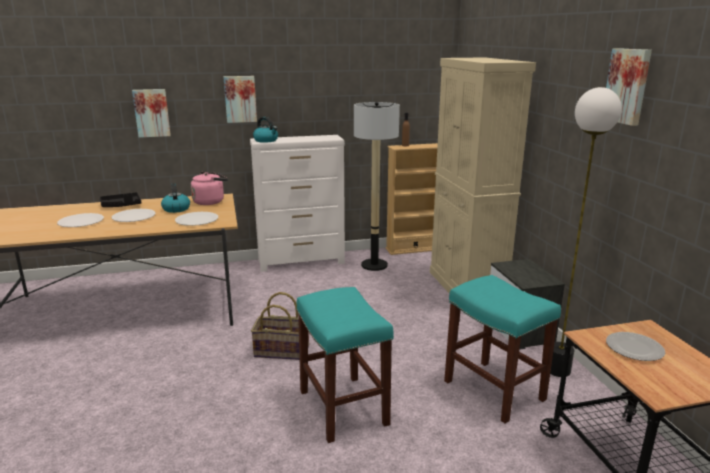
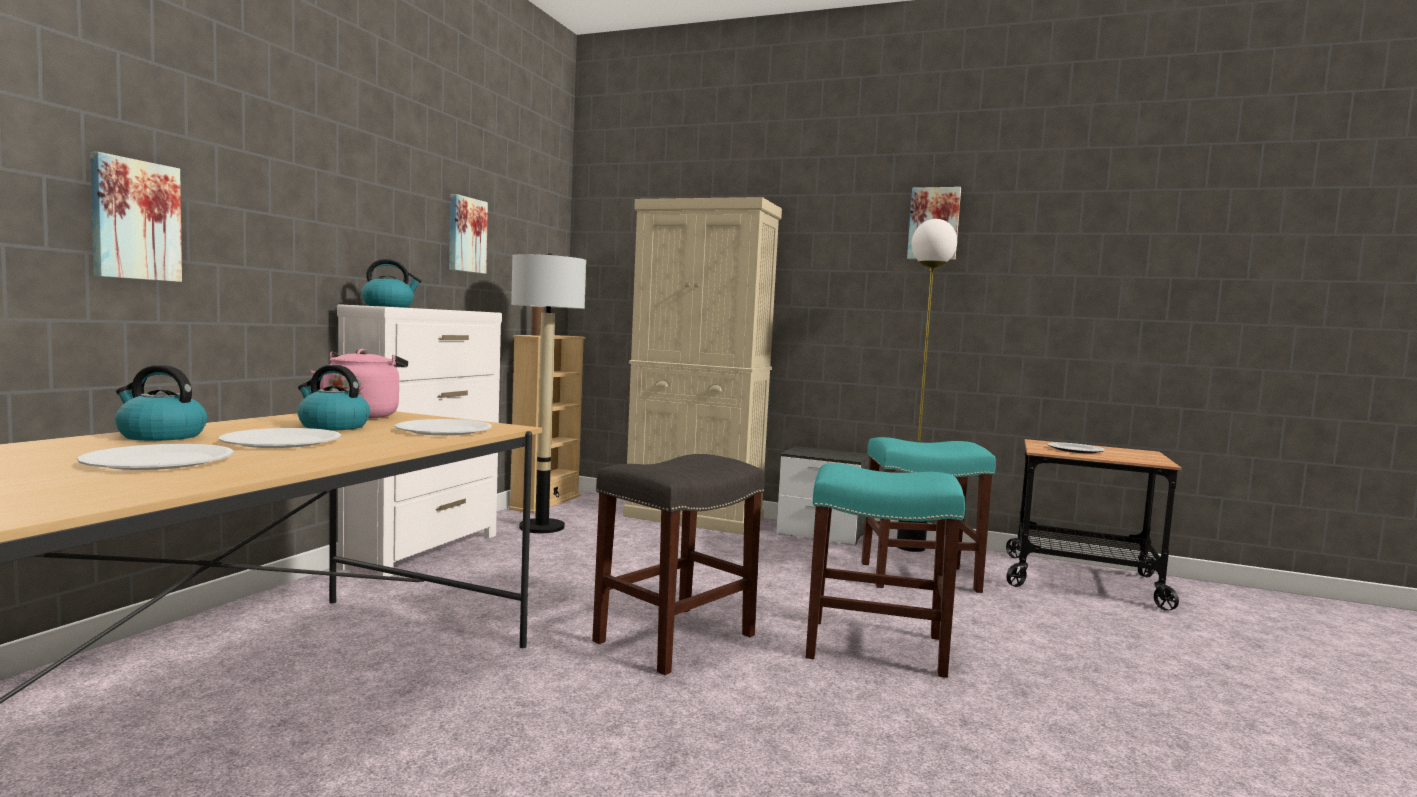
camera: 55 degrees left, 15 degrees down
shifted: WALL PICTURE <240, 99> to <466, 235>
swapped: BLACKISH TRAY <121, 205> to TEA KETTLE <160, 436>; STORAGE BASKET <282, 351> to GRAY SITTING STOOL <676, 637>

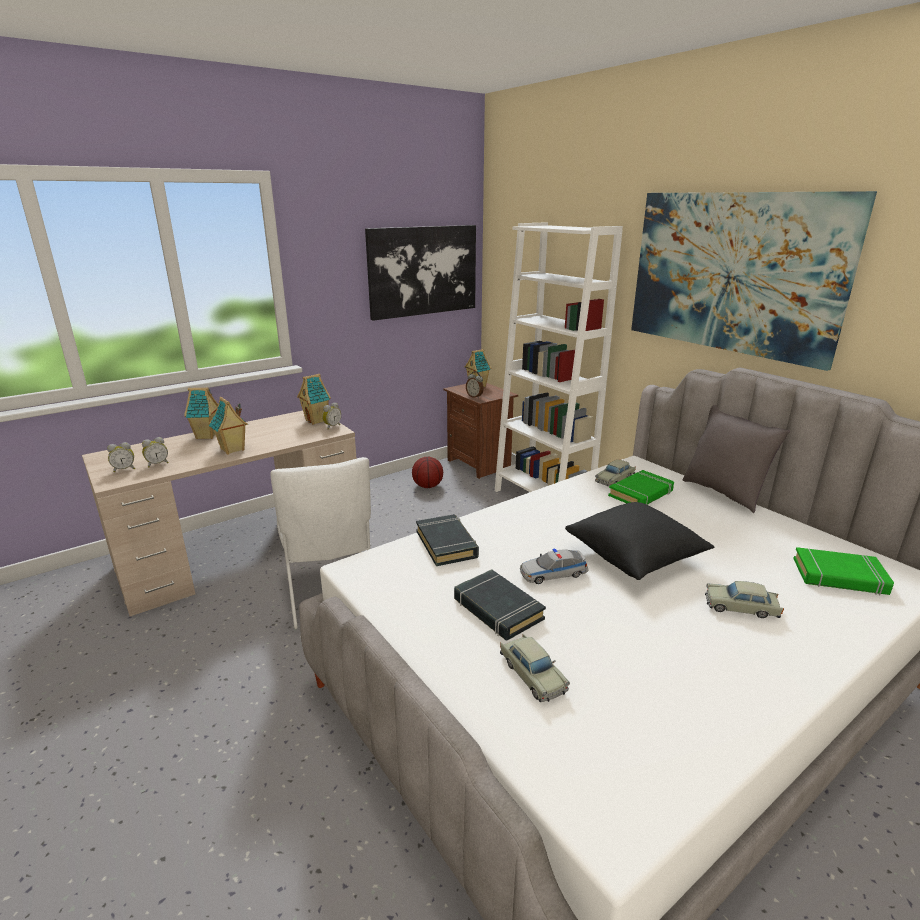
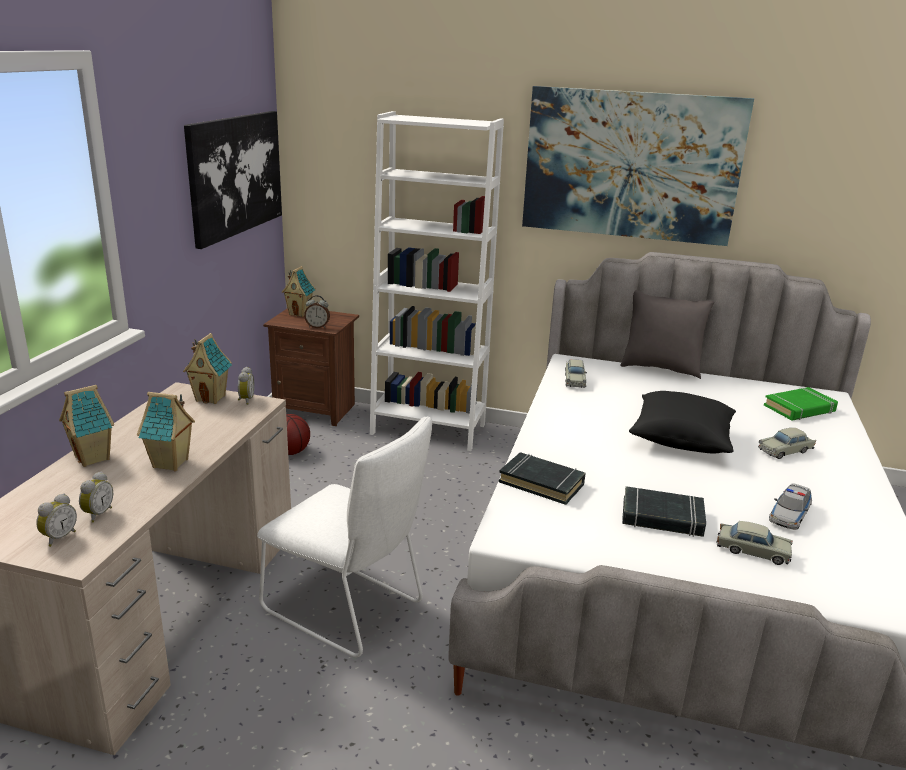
camera: 40 degrees left, 0 degrees up
gone: GREENISH BOUND BOOK <641, 493>
shifted: TOY CAR <553, 573> to <789, 514>

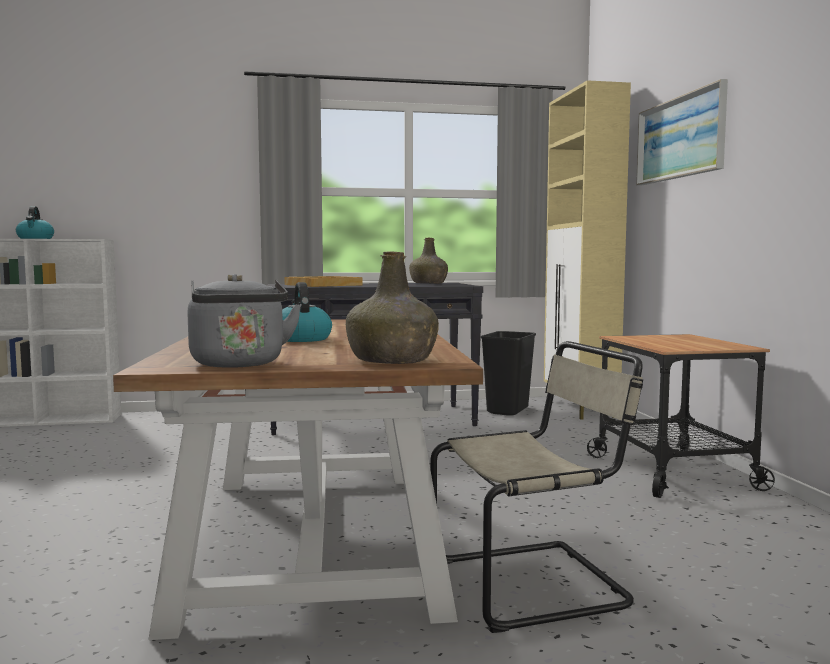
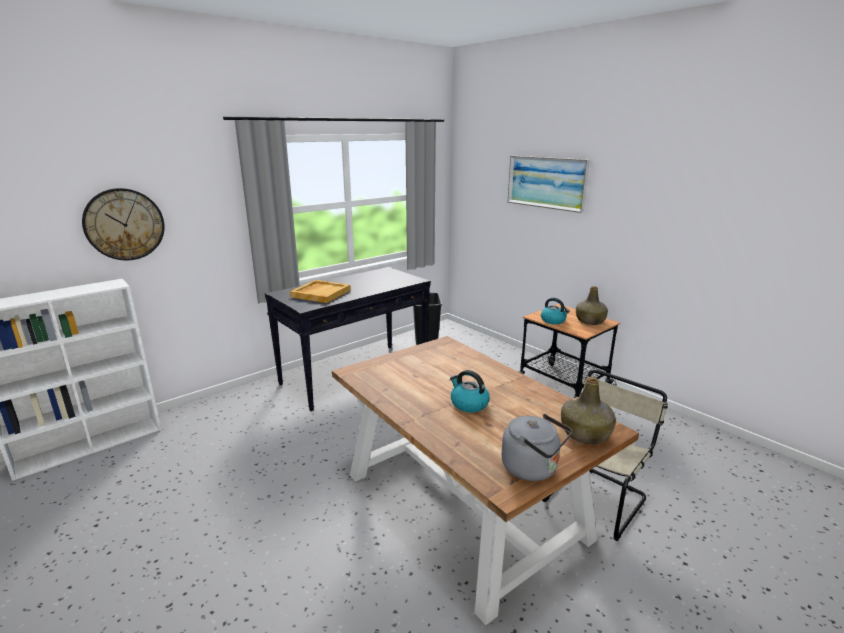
camera: 30 degrees left, 15 degrees up
gone: SAND-COLOURED CUPBOARD <580, 409>
new: WALL CLOCK <124, 224>
shifted: TEA KETTLE <35, 238> to <553, 320>; GREENISH BOTTLE <429, 283> to <590, 321>

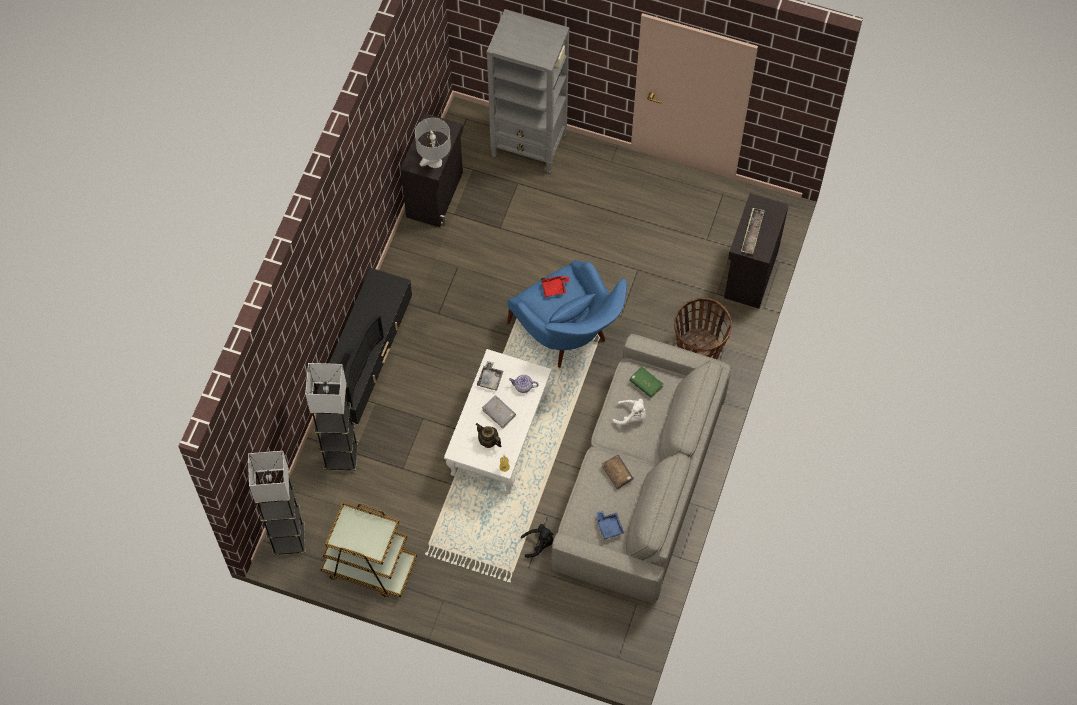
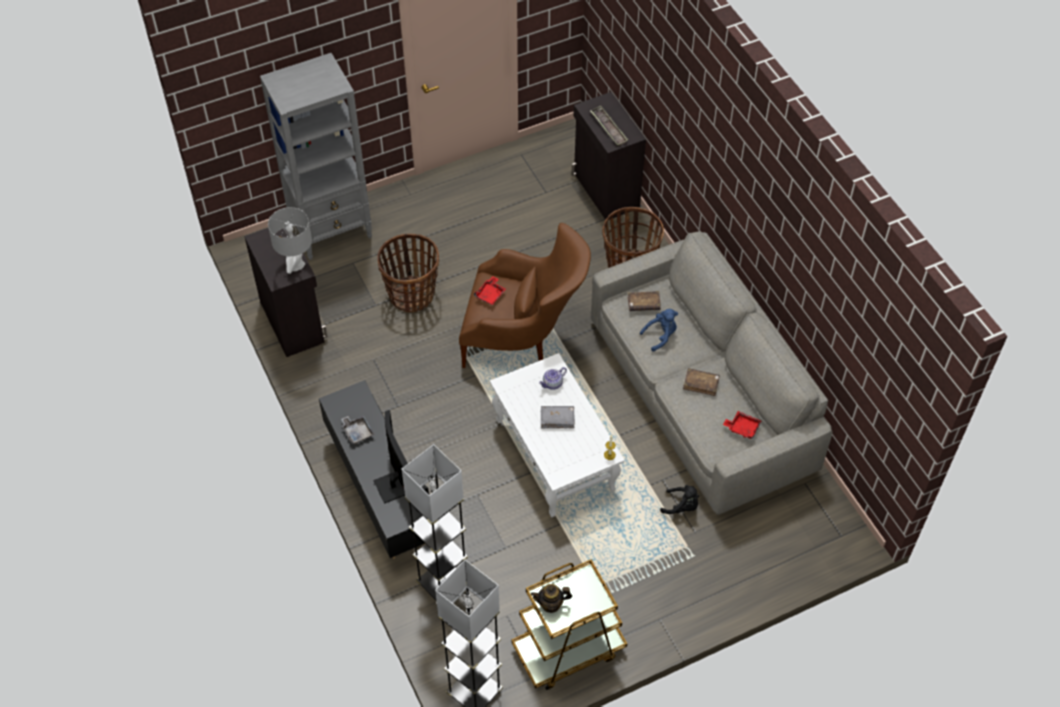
camera: 45 degrees left, 10 degrees down
new: STORAGE BASKET <411, 294>
shifted: TEA POT <488, 441> to <551, 604>; GRAY TRAY <490, 379> to <357, 432>
repainted: BLUE-COLOURED LOUNGE CHAIR <569, 337> to BROWNISH LOUNGE CHAIR <524, 338>; BLUE-COLOURED TRAY <609, 526> to RED TRAY <742, 428>; WHITE SOFT TOY <631, 416> to BLUE-COLOURED SOFT TOY <661, 336>; GREENISH BOUND BOOK <646, 384> to BROWNISH BOUND BOOK <643, 304>
rotated: BLACKISH SOFT TOY <539, 543> = <681, 506> 75 degrees clockwise

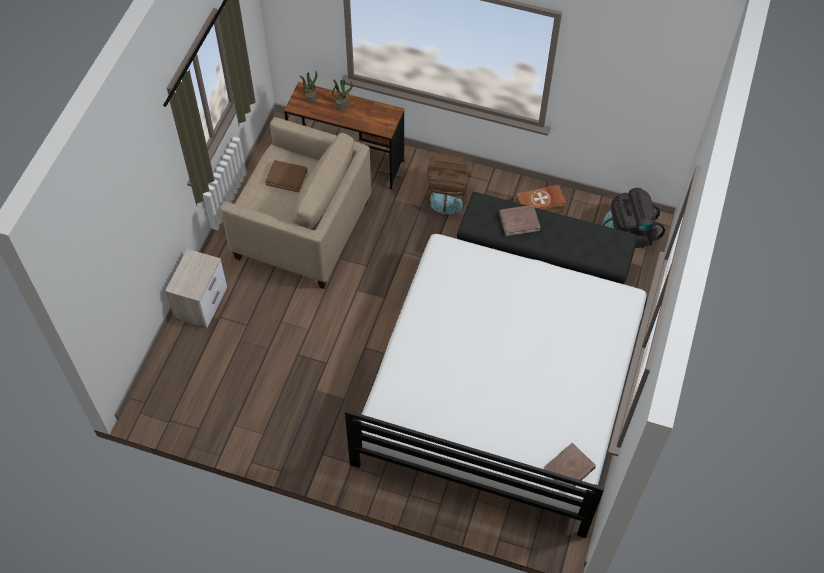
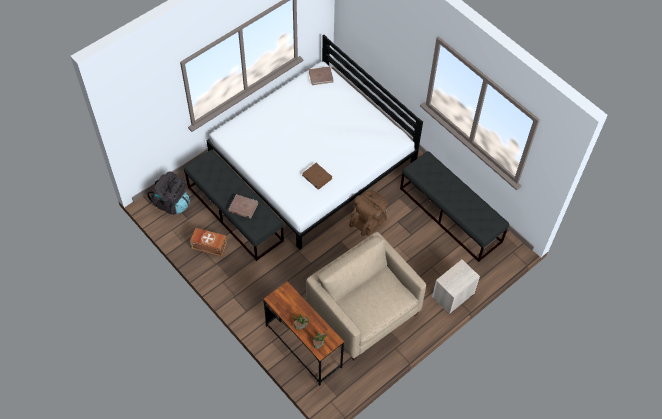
camera: 150 degrees left, 0 degrees up
new: BLACKISH BENCH <450, 215>
shifted: BROWNISH BOUND BOOK <286, 177> to <317, 177>; BROWNISH BACKPACK <448, 197> to <369, 221>

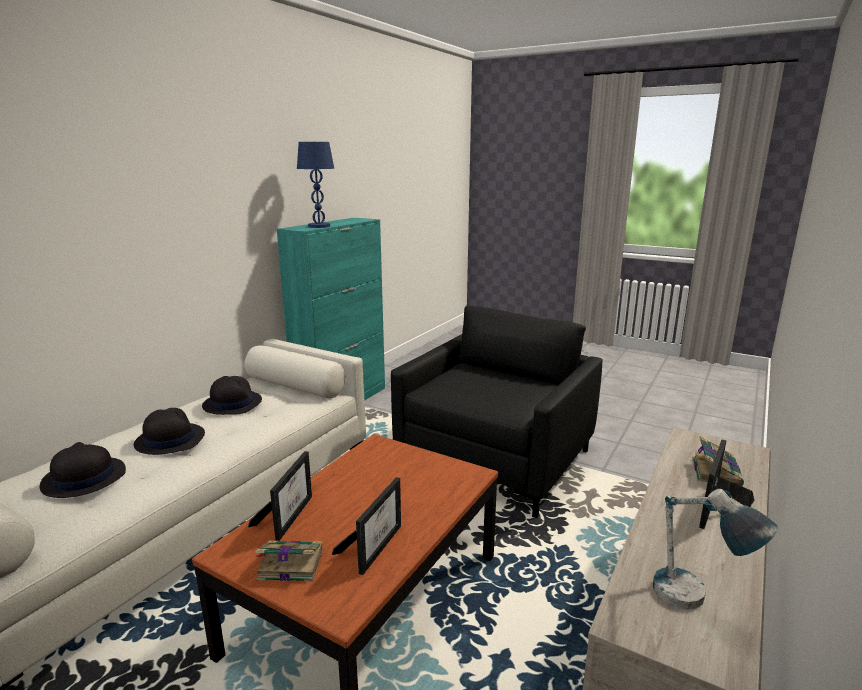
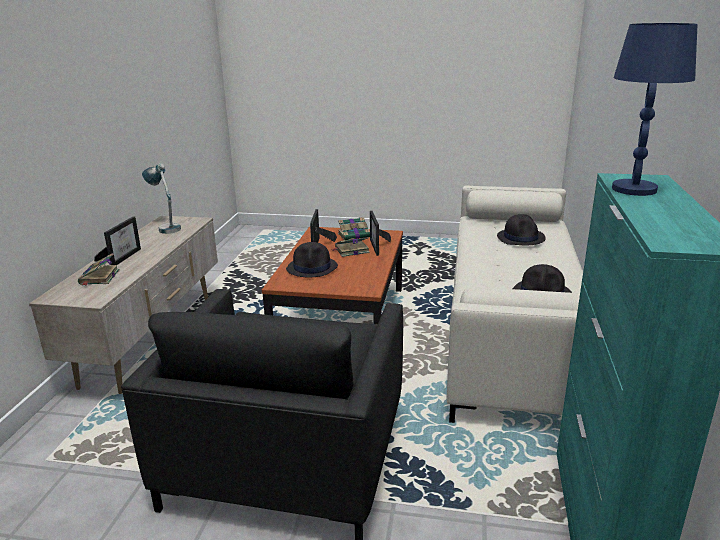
camera: 160 degrees right, 5 degrees up
new: BOUND BOOK <351, 251>
shifted: BLACKISH WEARABLE HAT <169, 439> to <312, 268>

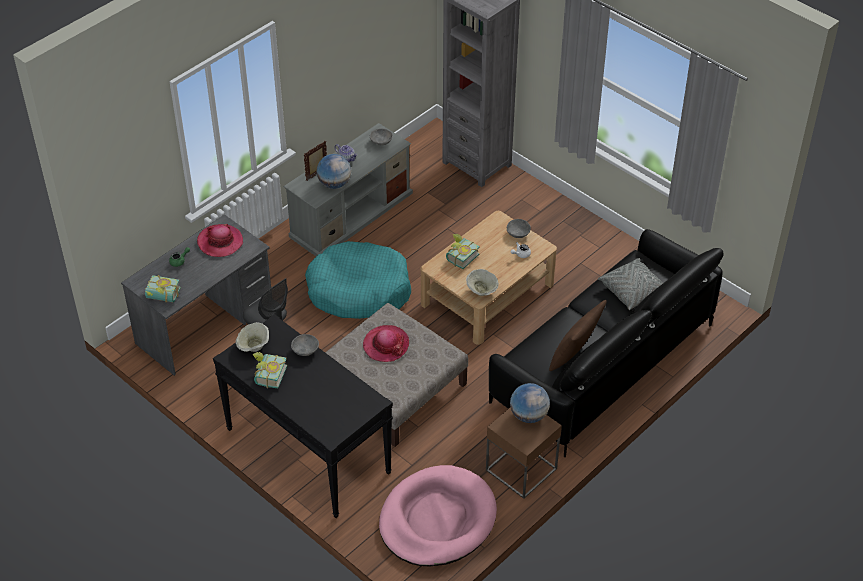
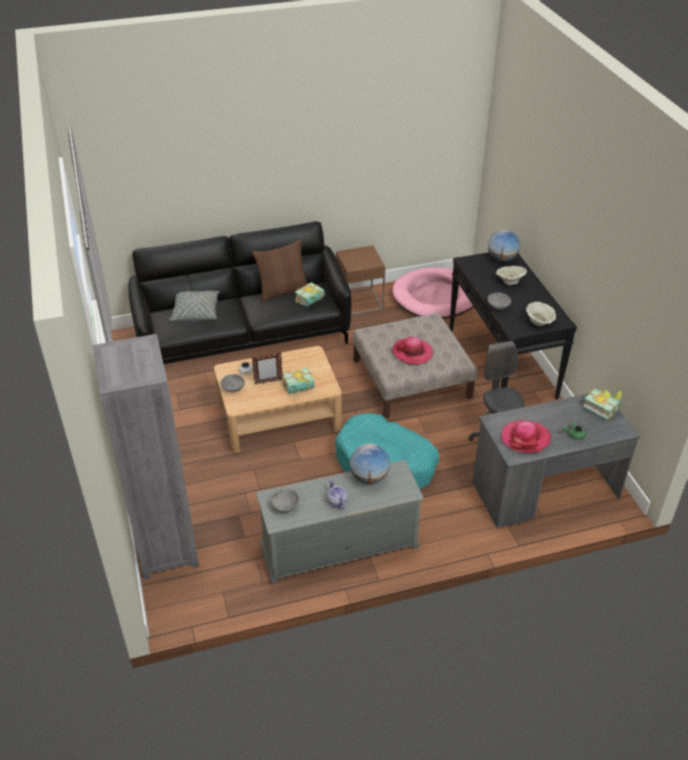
camera: 150 degrees left, 5 degrees down
shifted: BOUND BOOK <267, 375> to <311, 301>; STANDING FRAME <317, 174> to <268, 382>; SAND-COLOURED SERVING BOWL <481, 291> to <509, 282>; DESK GLOBE <529, 415> to <502, 259>

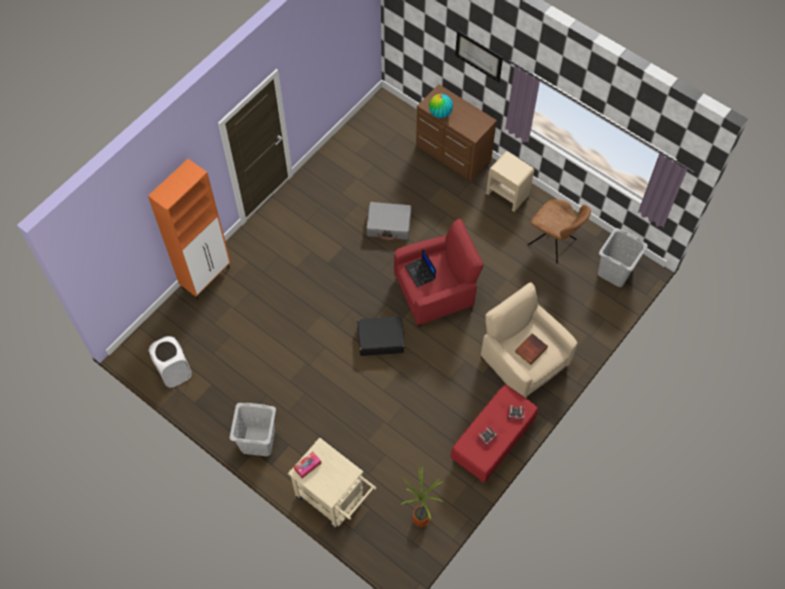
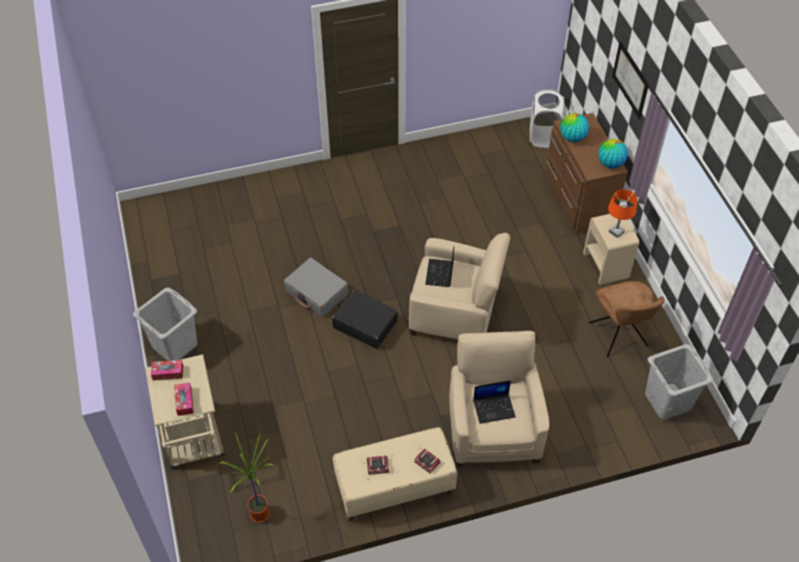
camera: 35 degrees right, 10 degrees down
gone: ORANGEY CUPBOARD <207, 278>
new: TISSUE HOLDER <184, 401>; DESK GLOBE <610, 164>; ORANGEY TABLE LAMP <616, 232>
shifted: WHITE HAMPER <174, 371> to <543, 137>; GRAY PIECE OF LUGGAGE <389, 225> to <317, 293>
swapped: BOUND BOOK <530, 349> to LAPTOP <494, 408>
repainted: RED LOUNGE CHAIR <435, 292> to SAND-COLOURED LOUNGE CHAIR <455, 313>; RED BENCH <492, 442> to SAND-COLOURED BENCH <394, 487>

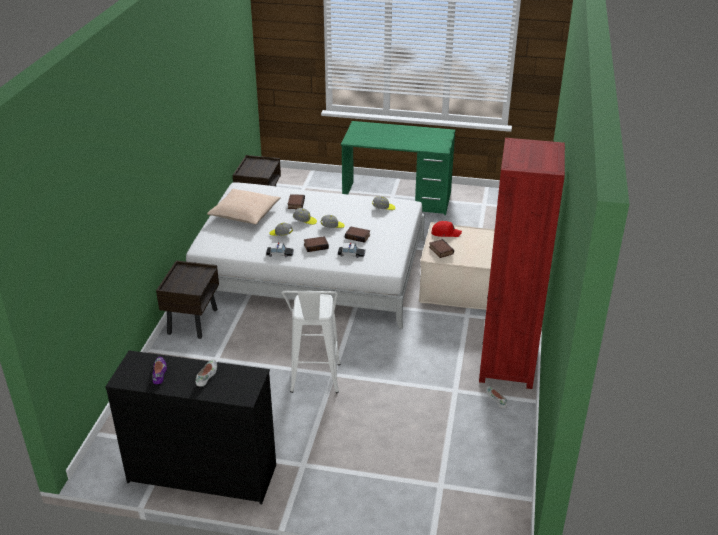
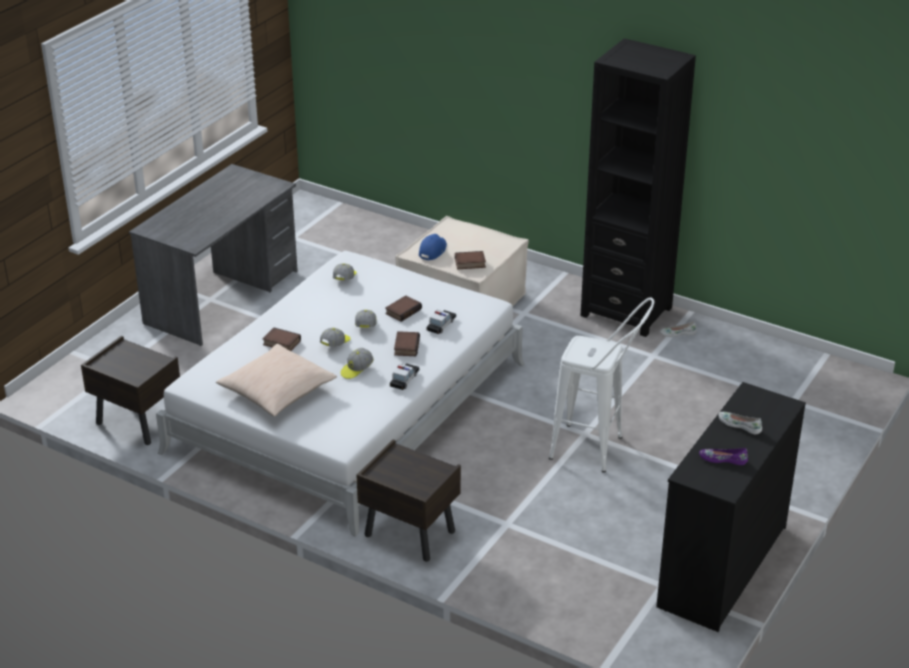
camera: 70 degrees left, 0 degrees up
repainted: GREENISH DESK UNIT <397, 198> to GRAY DESK UNIT <222, 297>; RED PEAKED CAP <445, 233> to BLUE-COLOURED PEAKED CAP <432, 251>; RED SHELVING UNIT <507, 365> to BLACKISH SHELVING UNIT <626, 311>

